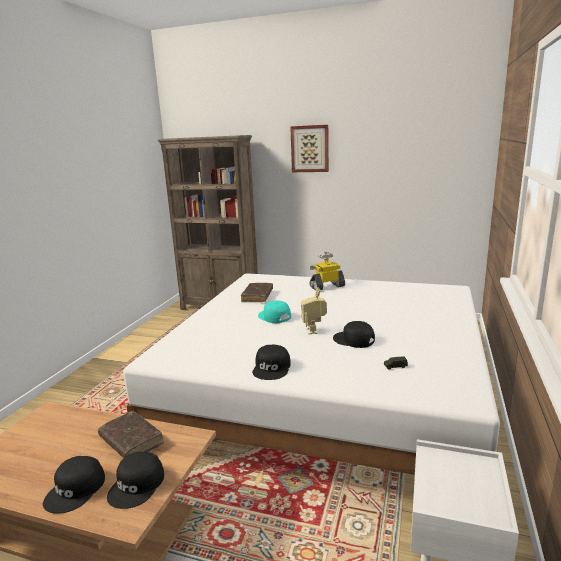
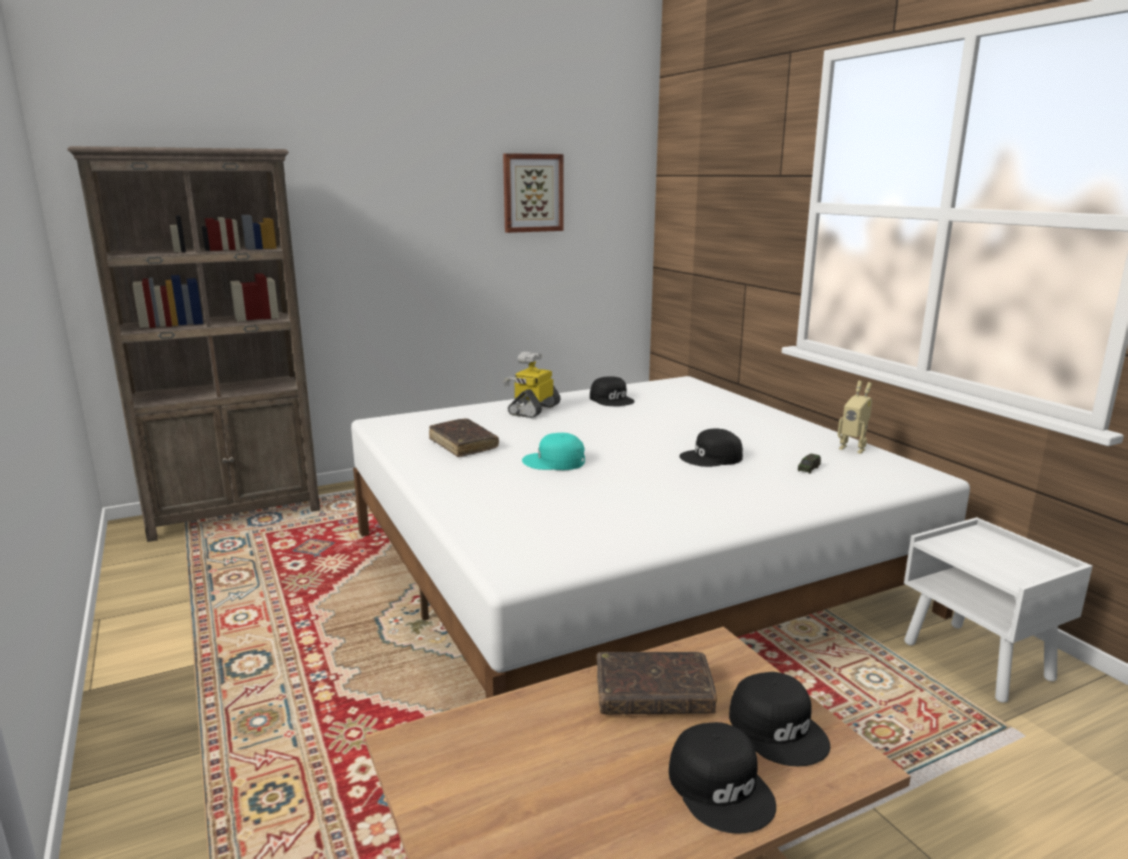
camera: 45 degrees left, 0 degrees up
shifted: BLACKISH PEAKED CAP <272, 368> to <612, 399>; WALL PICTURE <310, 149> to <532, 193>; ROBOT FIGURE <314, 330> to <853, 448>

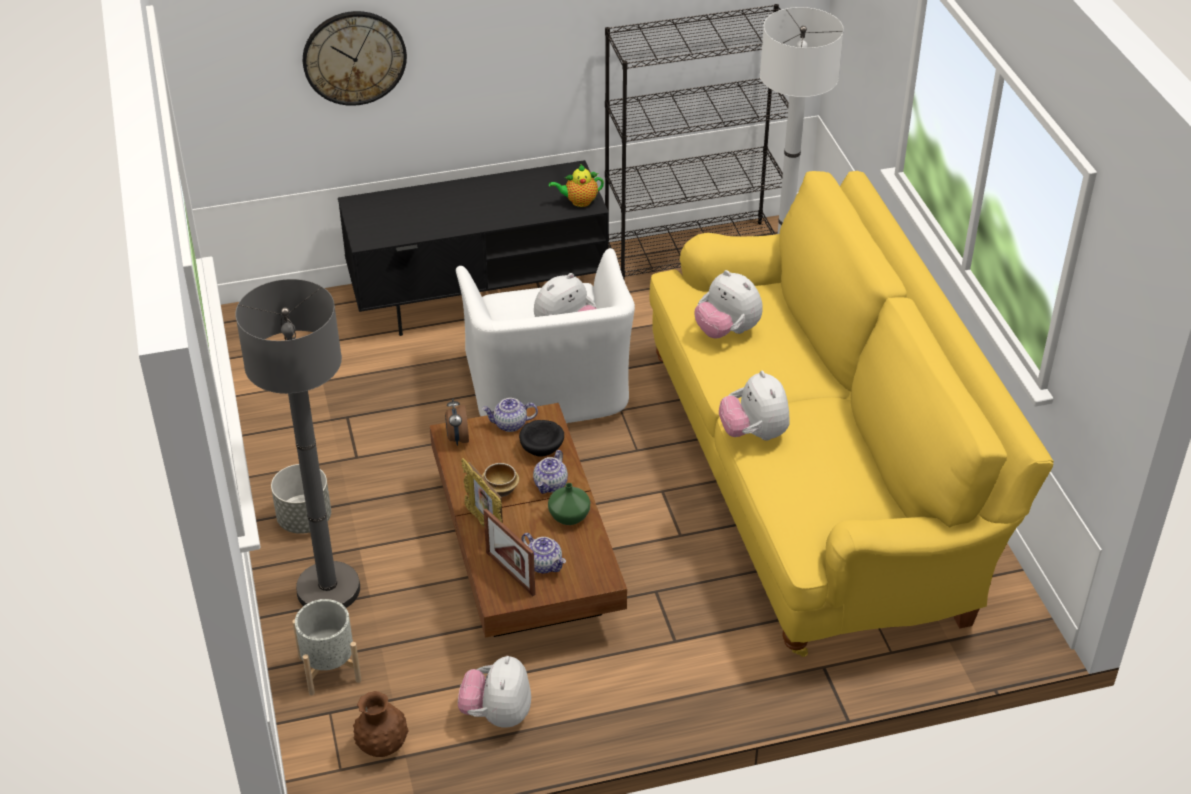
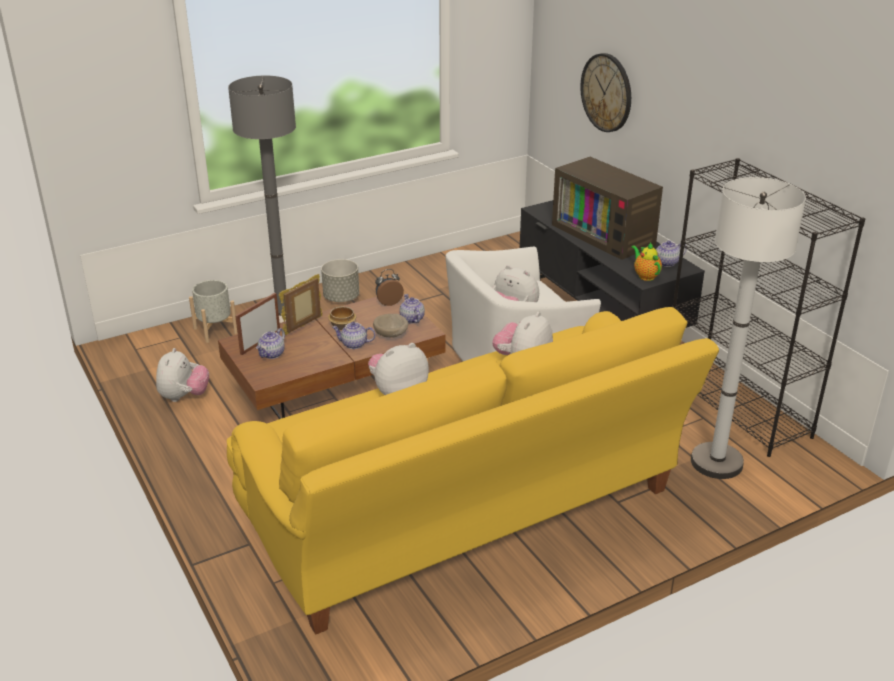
camera: 75 degrees right, 10 degrees down
gone: BROWNISH FLOWER VASE <382, 746>; GREENISH FLOWER VASE <568, 516>
new: TV <606, 234>; TEA POT <666, 263>
repainted: BLACKISH SERVING BOWL <542, 448> to SAND-COLOURED SERVING BOWL <391, 335>
rotated: SOFT TOY <497, 714> = <184, 396> 105 degrees clockwise

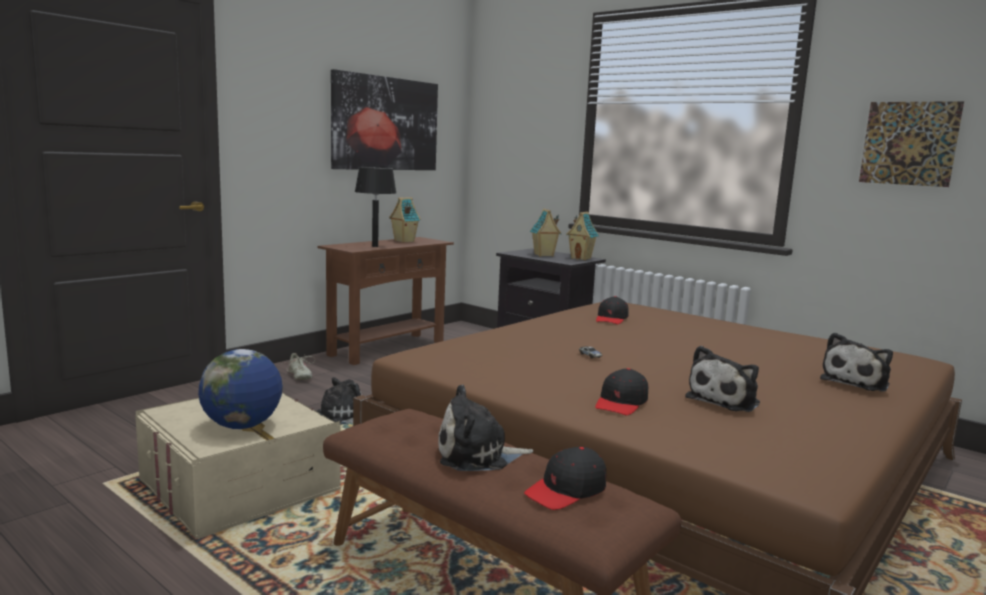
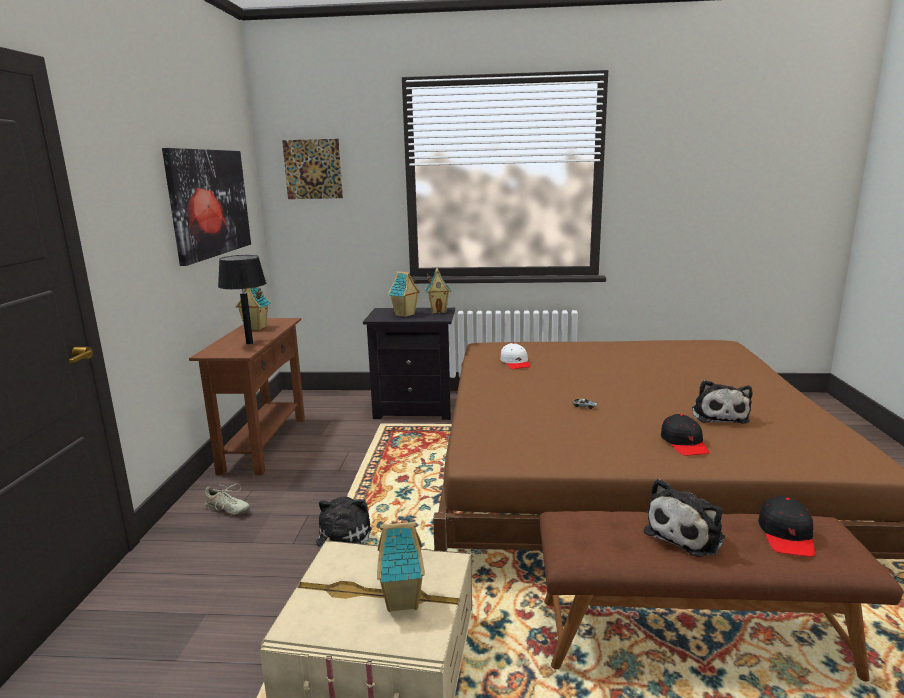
camera: 35 degrees left, 5 degrees up
gone: SOFT TOY <856, 382>
shifted: WALL PICTURE <909, 143> to <313, 169>
swapped: DESK GLOBE <242, 426> to TOY HOUSE <403, 601>
repainted: BLACKISH PEAKED CAP <611, 319> to WHITE PEAKED CAP <515, 363>

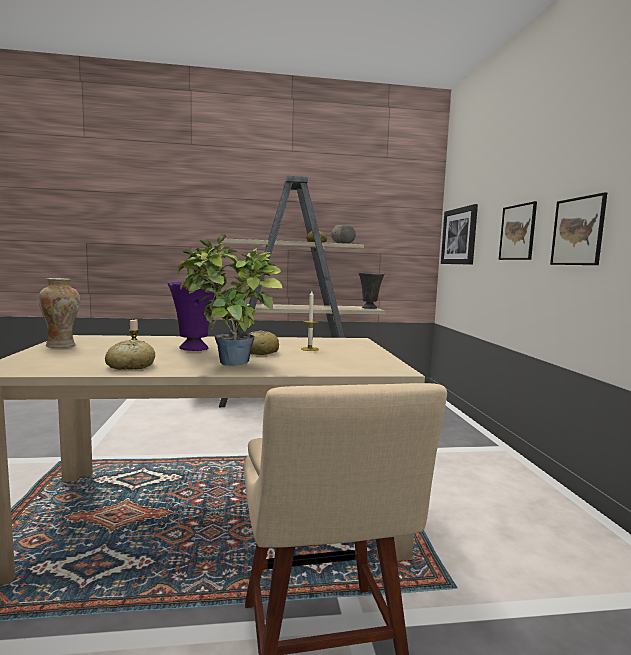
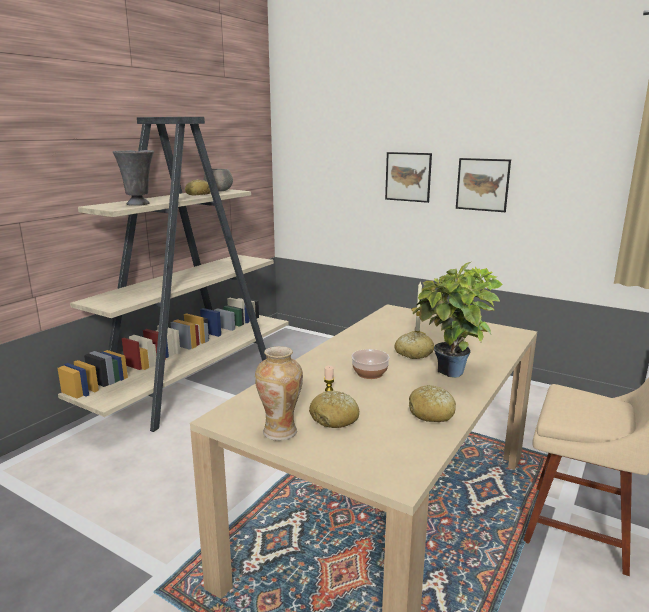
camera: 50 degrees left, 10 degrees up
gone: WALL PICTURE <459, 236>
new: BREAD <334, 419>
shifted: GRAY FLOWER VASE <370, 308> to <139, 204>
swapped: PURPLISH FLOWER VASE <193, 348> to SERVING BOWL <369, 373>

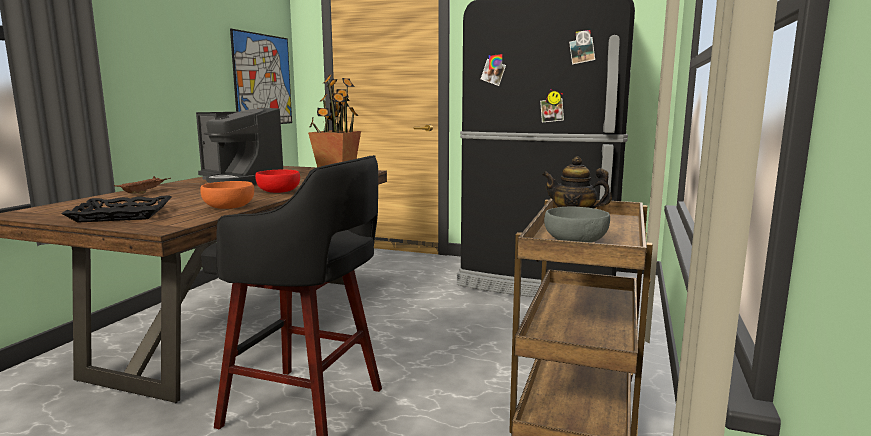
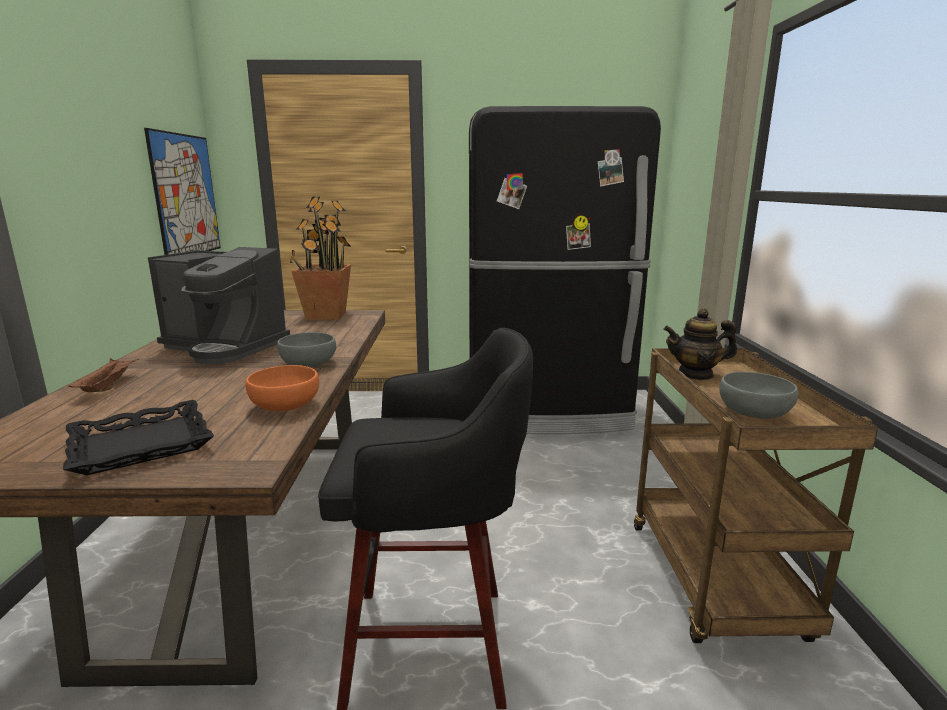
camera: 20 degrees left, 5 degrees up
repainted: RED SERVING BOWL <278, 191> to GRAY SERVING BOWL <307, 364>

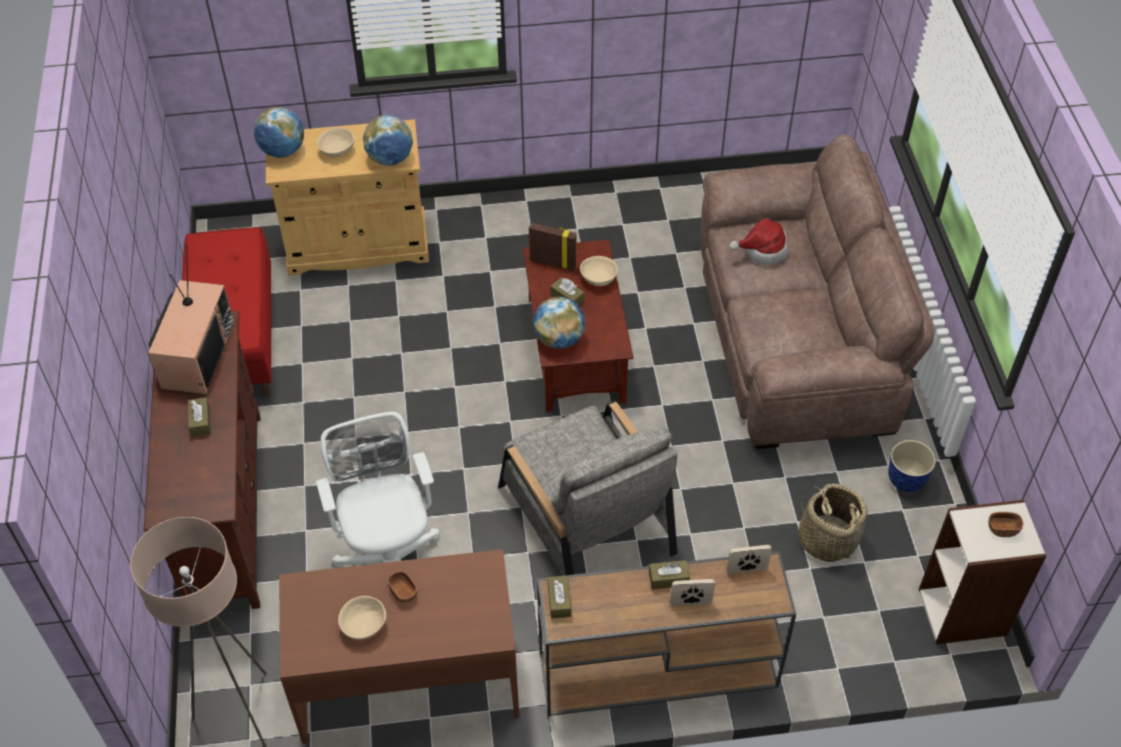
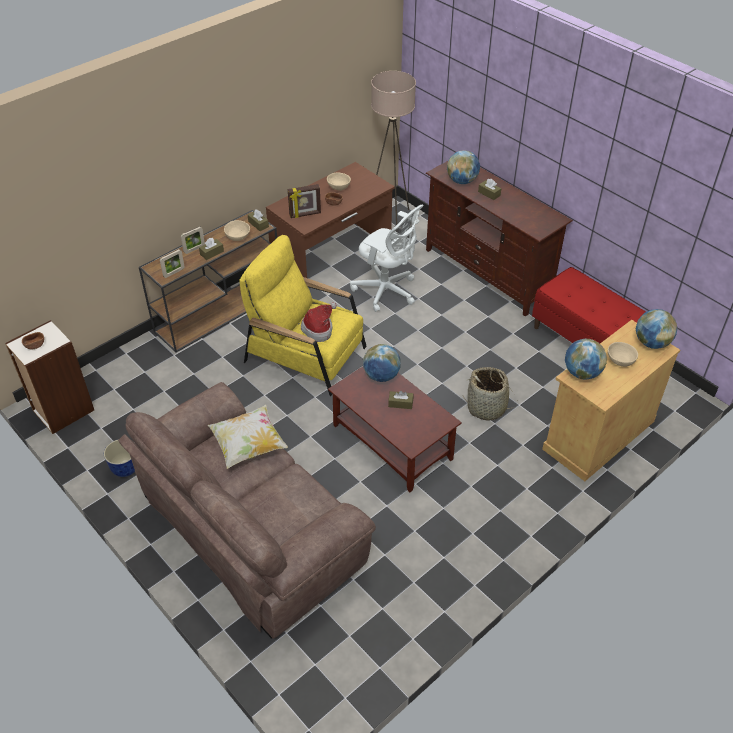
camera: 145 degrees right, 5 degrees down
gone: TV <196, 353>
new: PILLOW <248, 446>; DESK GLOBE <462, 181>
shifted: STANDING FRAME <553, 263> to <305, 214>; SAND-COLOURED SERVING BOWL <599, 279> to <237, 237>; WEARABLE HAT <762, 250> to <319, 328>; STORAGE BASKET <827, 539> to <487, 408>
repainted: GRAY LOUNGE CHAIR <585, 520> to YELLOW-COLOURED LOUNGE CHAIR <306, 354>

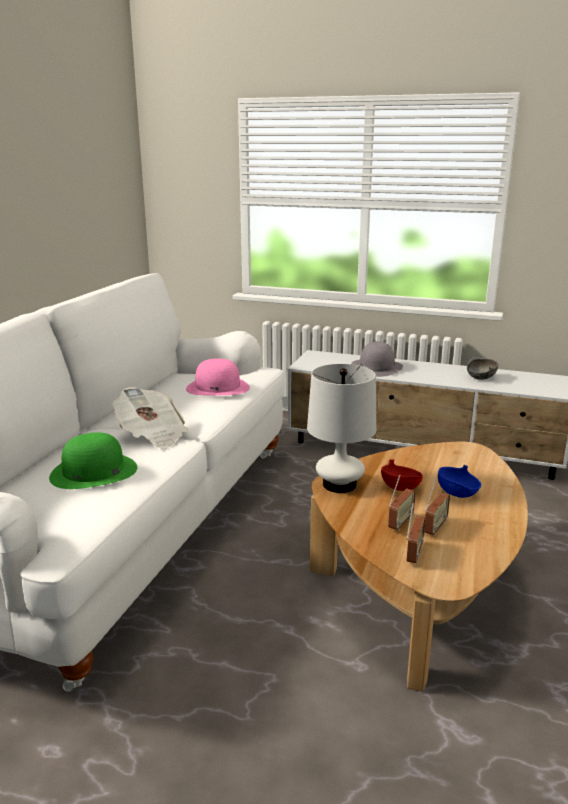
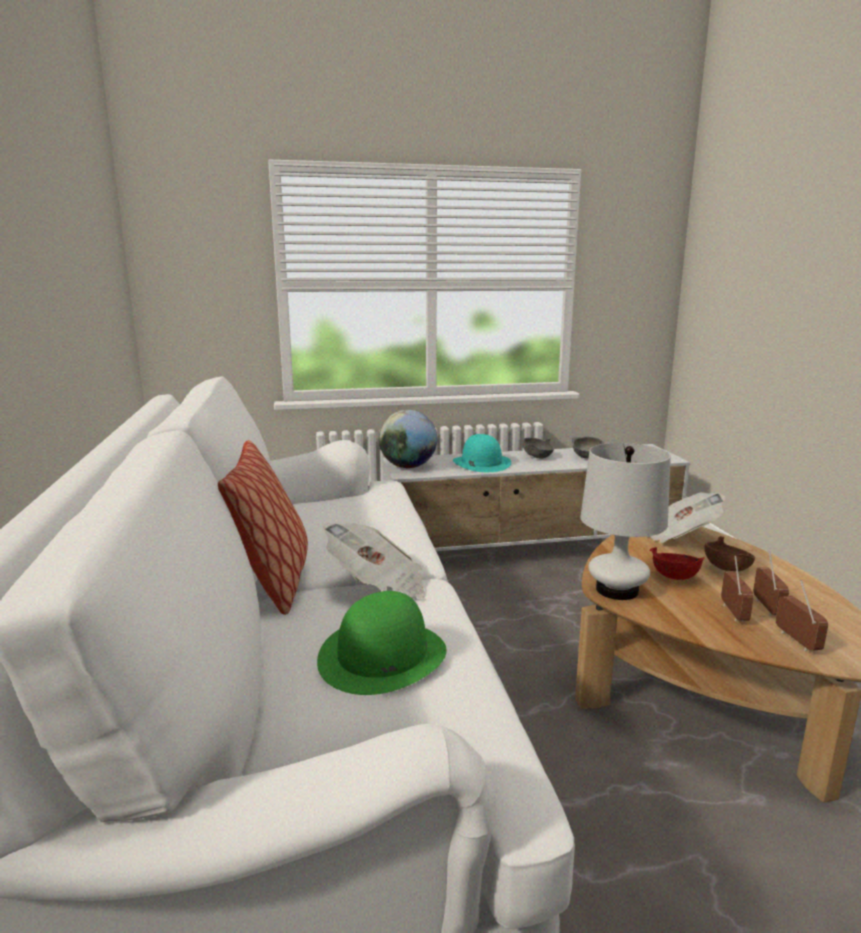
camera: 30 degrees left, 5 degrees down
gone: PINK-COLOURED WEARABLE HAT <218, 387>
new: PILLOW <273, 584>; DESK GLOBE <408, 467>; GRAY SERVING BOWL <538, 457>; NEWSPAPER <678, 536>
repainted: GRAY WEARABLE HAT <376, 367> to TURQUOISE WEARABLE HAT <481, 463>; BLUE-COLOURED SERVING BOWL <458, 494> to BROWNISH SERVING BOWL <727, 569>

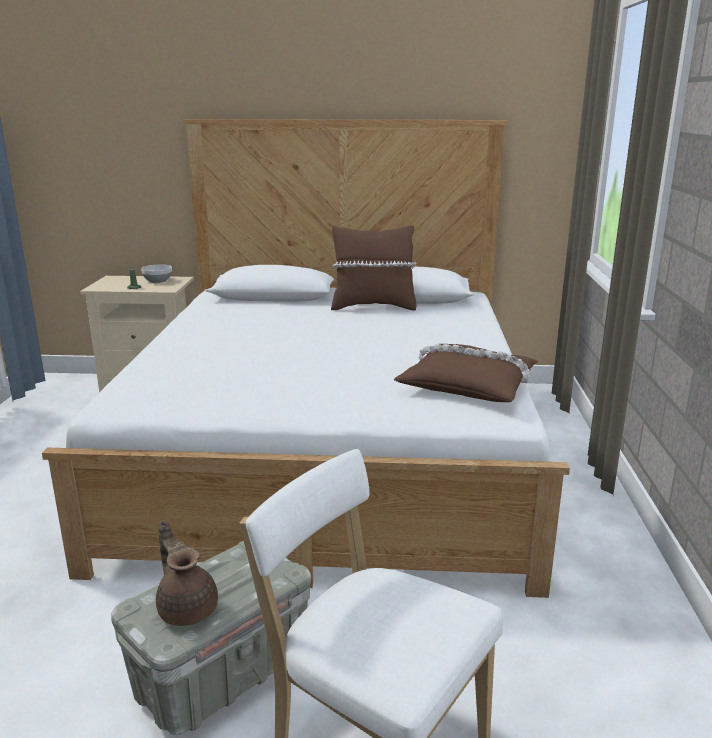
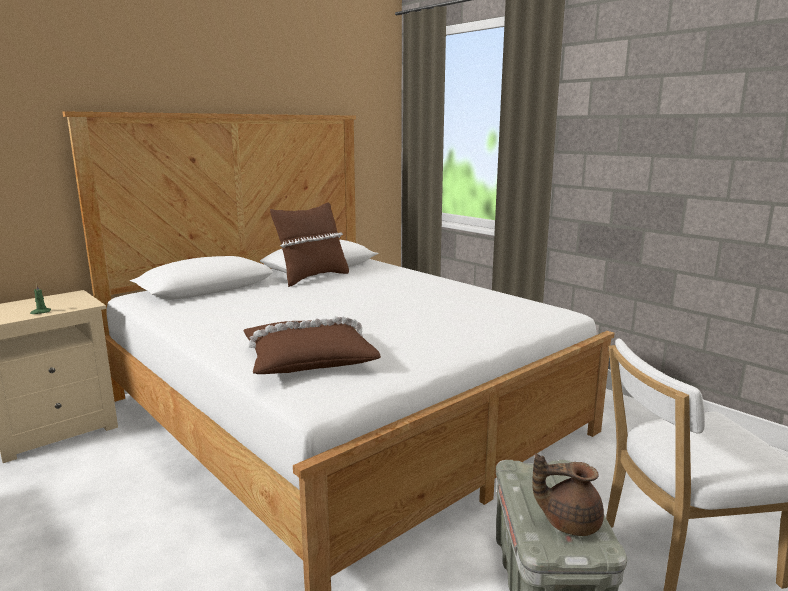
camera: 45 degrees left, 5 degrees down
gone: SERVING BOWL <157, 281>
shifted: BROWNISH PILLOW <468, 384> to <308, 358>

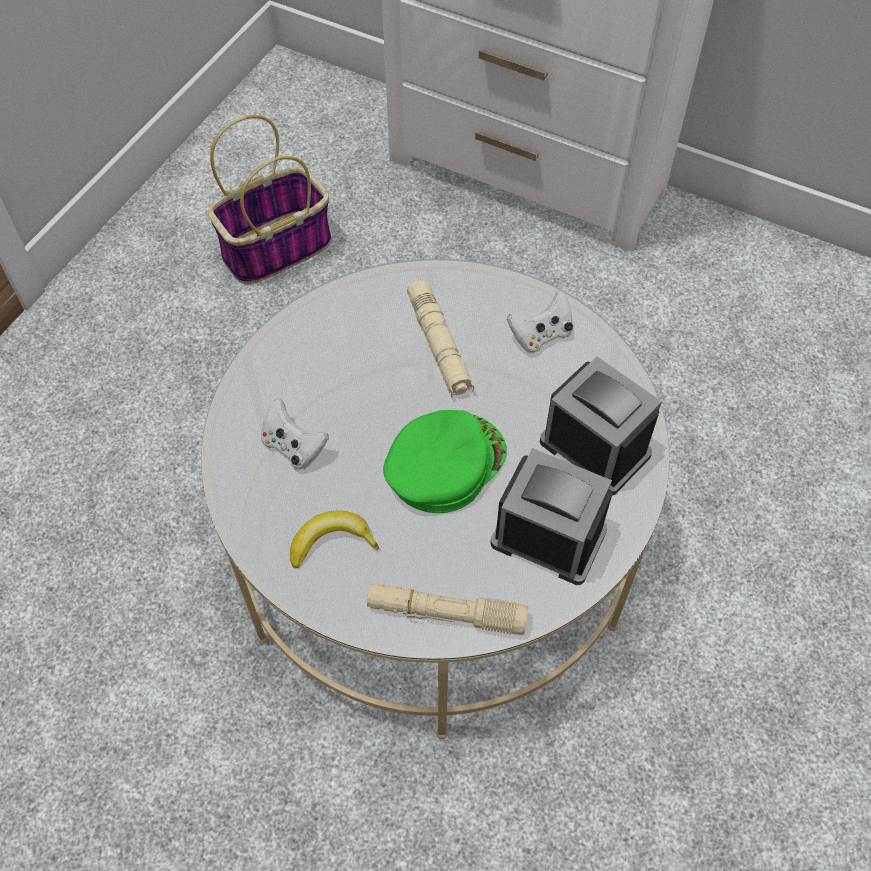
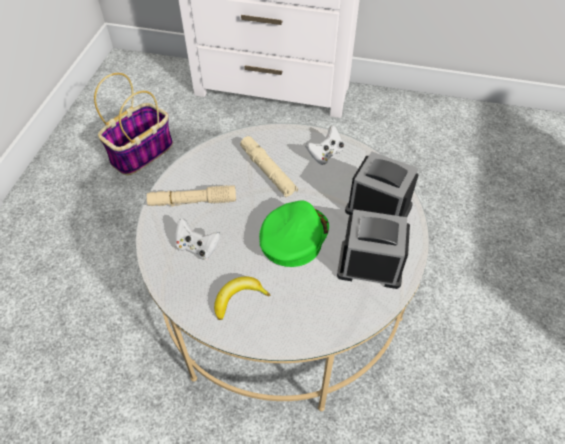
camera: 15 degrees left, 5 degrees down
shifted: SAND-COLOURED FLASHLIGHT <446, 613> to <192, 201>

